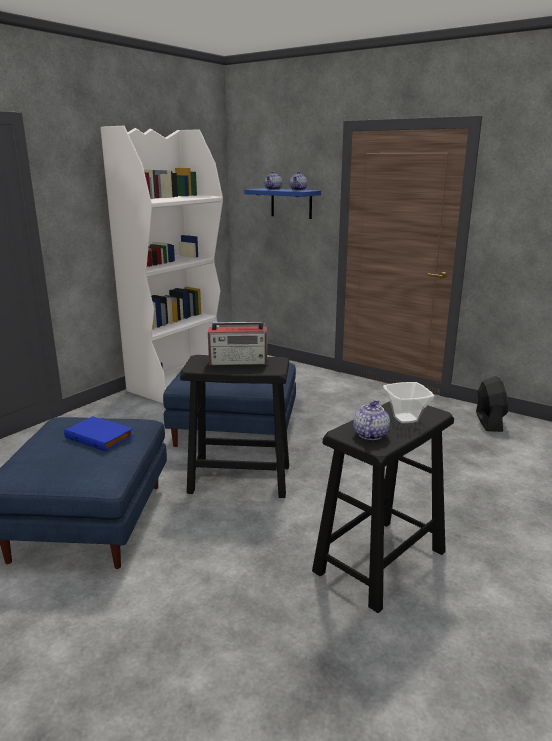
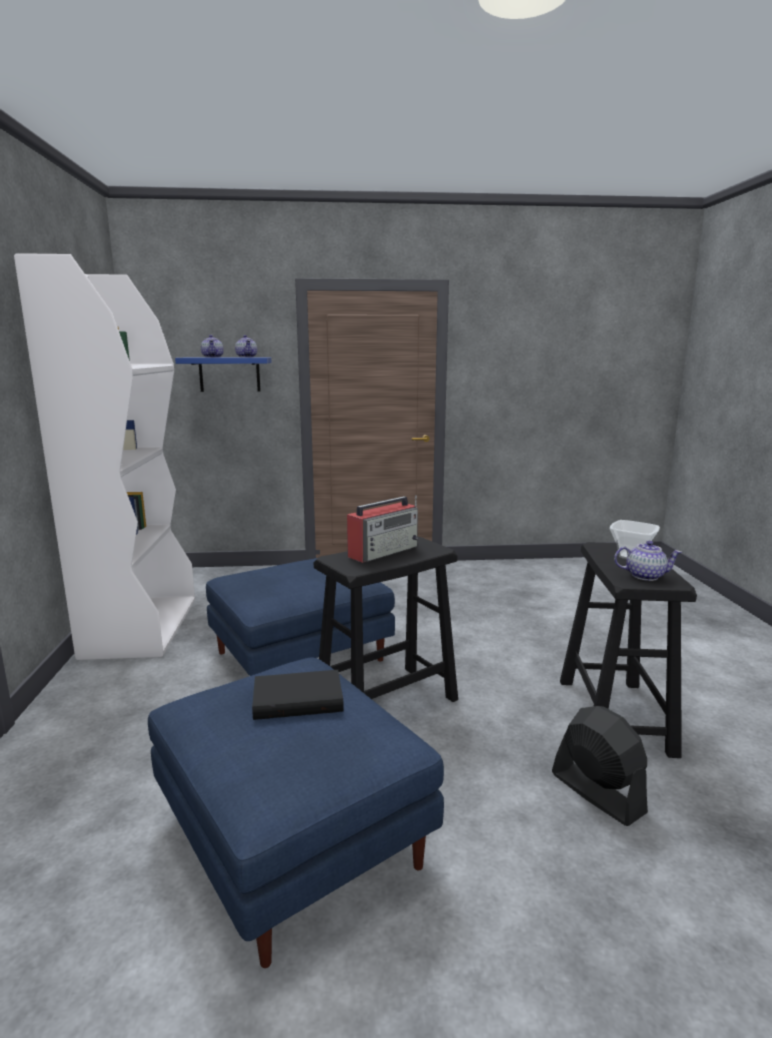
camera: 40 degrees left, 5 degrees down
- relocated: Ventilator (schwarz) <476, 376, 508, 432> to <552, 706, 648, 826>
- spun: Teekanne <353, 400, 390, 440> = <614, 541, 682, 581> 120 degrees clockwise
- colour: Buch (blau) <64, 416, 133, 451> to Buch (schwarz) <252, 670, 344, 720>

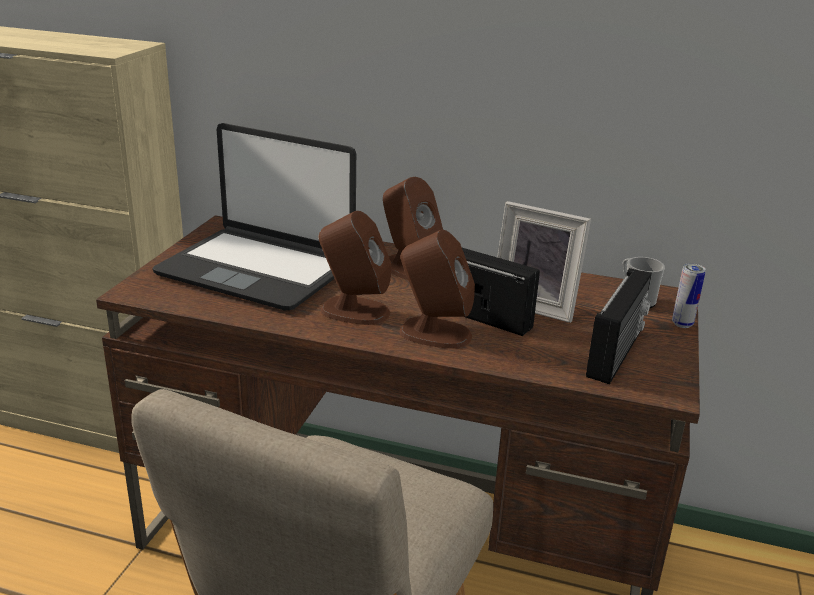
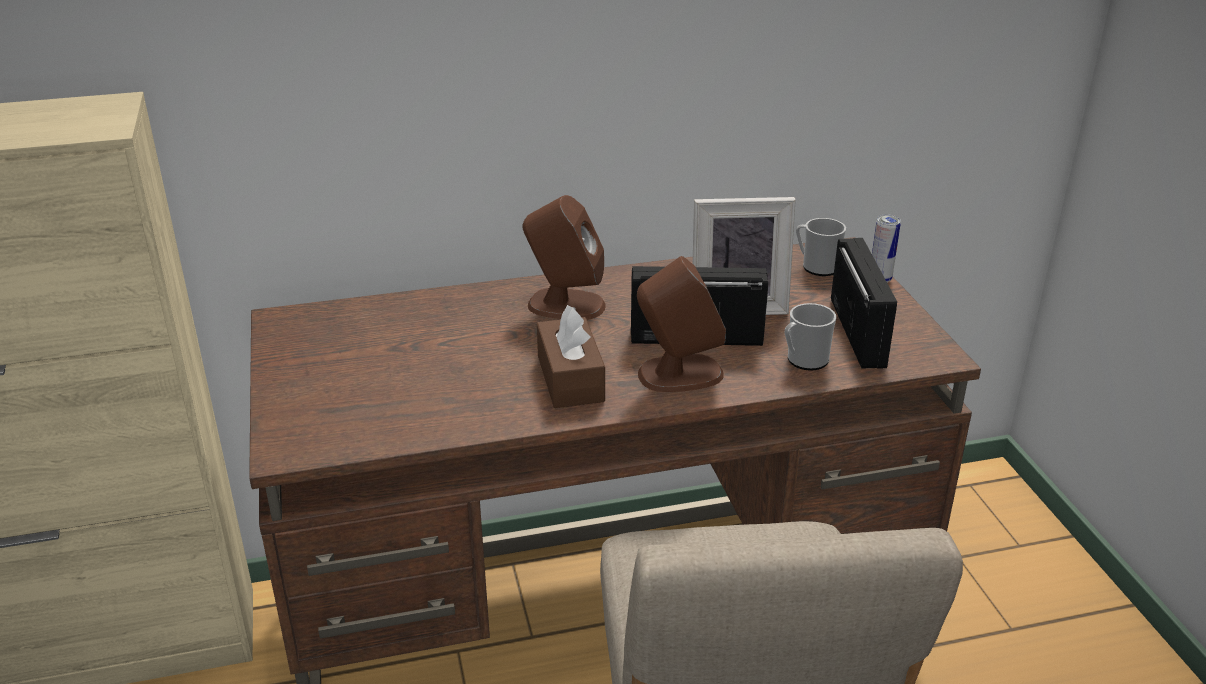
camera: 30 degrees left, 5 degrees up
- missing: Laptop <152, 123, 356, 310>
- exchanged: Lautsprecher (braun) <319, 211, 391, 325> to Taschentuchbox (braun) <537, 305, 605, 408>
- appeared: Henkelbecher <785, 303, 836, 371>

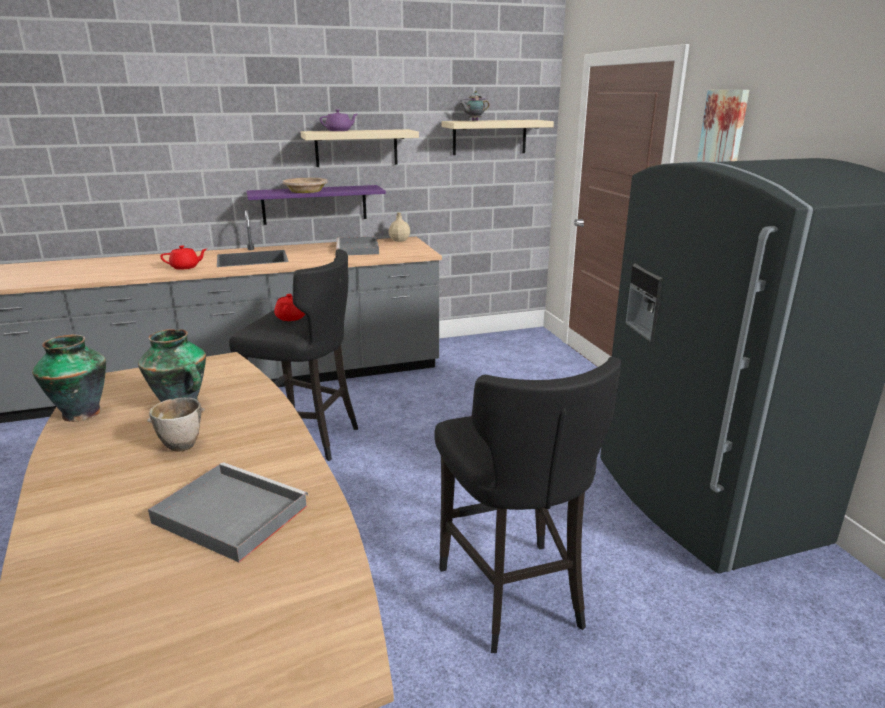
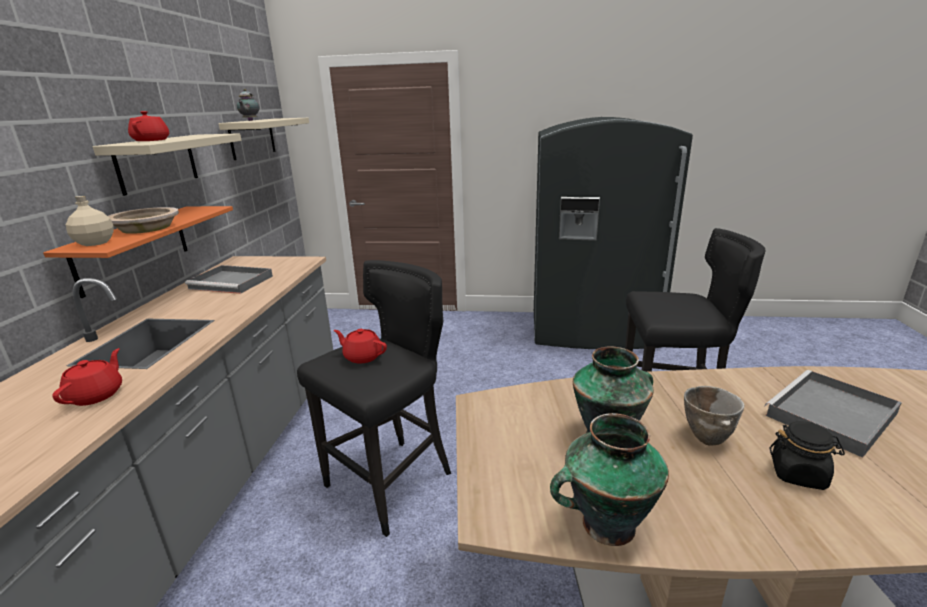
camera: 65 degrees left, 0 degrees up
- missing: Bild <697, 90, 749, 162>
- colour: Teekanne (lila) <320, 109, 357, 131> to Teekanne (rot) <128, 111, 169, 141>
- colour: Wandregal (lila) <247, 185, 386, 225> to Wandregal (orange) <43, 206, 233, 298>
- relocated: Flasche (beige) <389, 213, 410, 242> to <66, 196, 114, 246>
- appeared: Vorratsglas (schwarz) <769, 421, 845, 490>

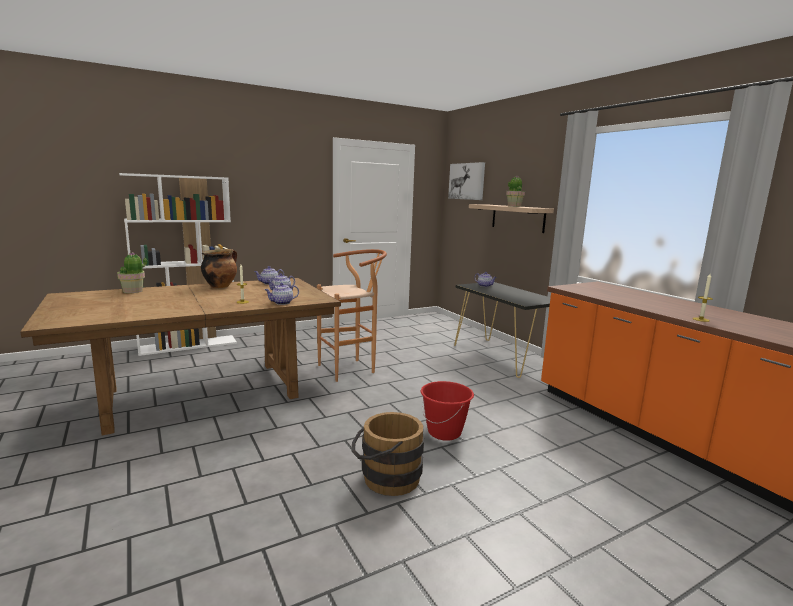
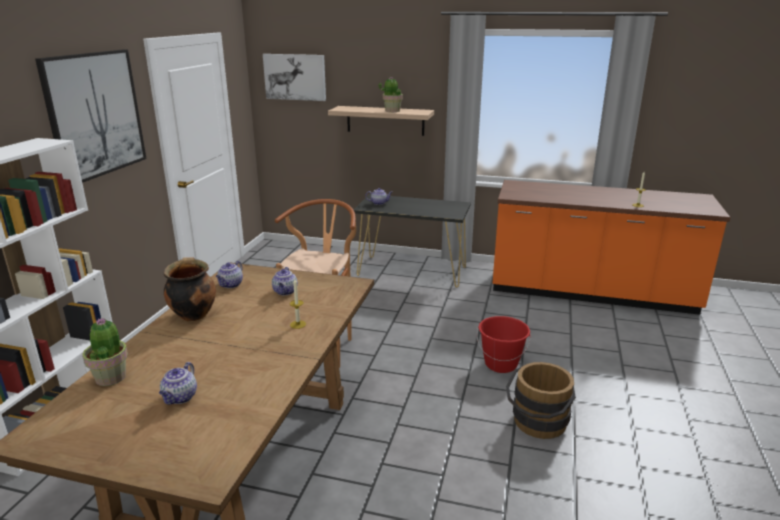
camera: 45 degrees left, 10 degrees up
- relocated: Teekanne <265, 283, 299, 305> to <159, 362, 197, 405>
- appeared: Bild <35, 49, 146, 183>

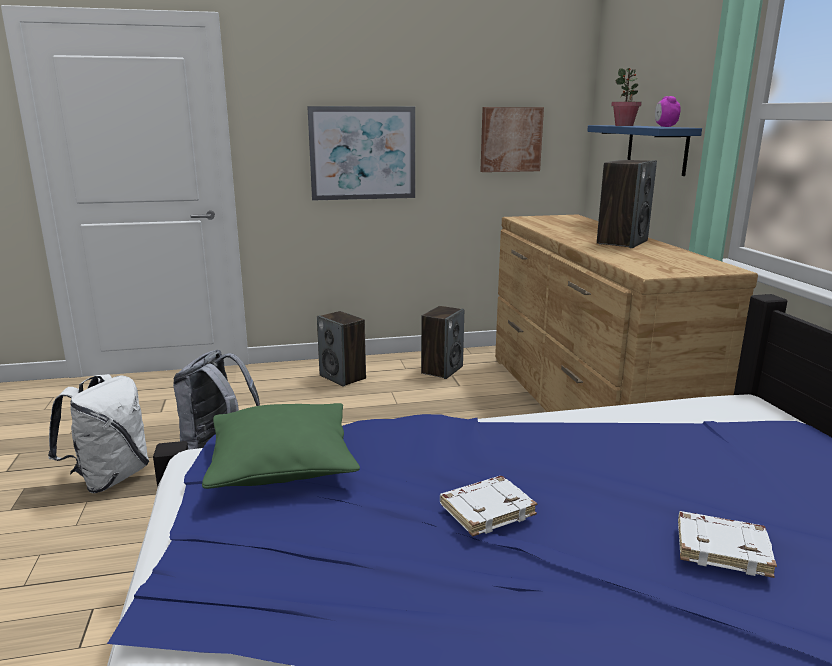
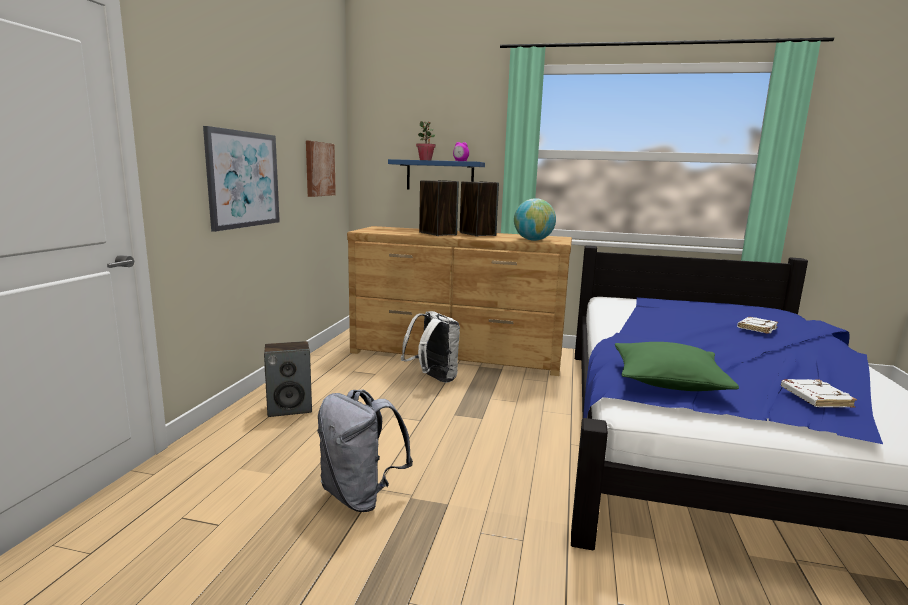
camera: 65 degrees left, 5 degrees down
- relocated: Lautsprecher <421, 306, 464, 379> to <419, 180, 459, 236>
- relocated: Rucksack (weiß) <48, 374, 149, 493> to <401, 311, 460, 383>
- relocated: Buch (weiß) <440, 476, 538, 536> to <781, 379, 857, 408>
- appeared: Globus <514, 198, 556, 241>

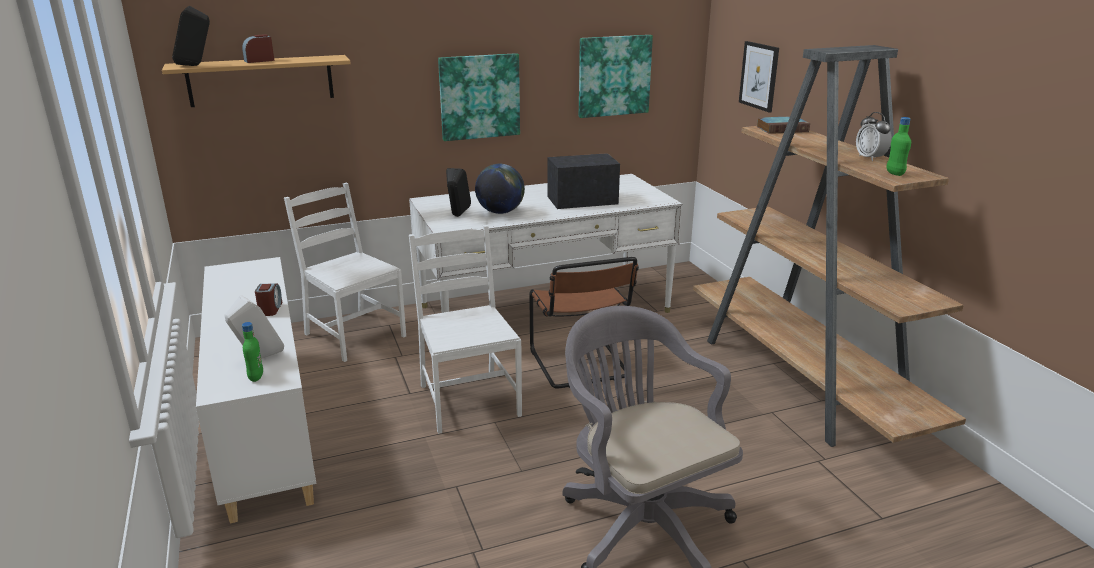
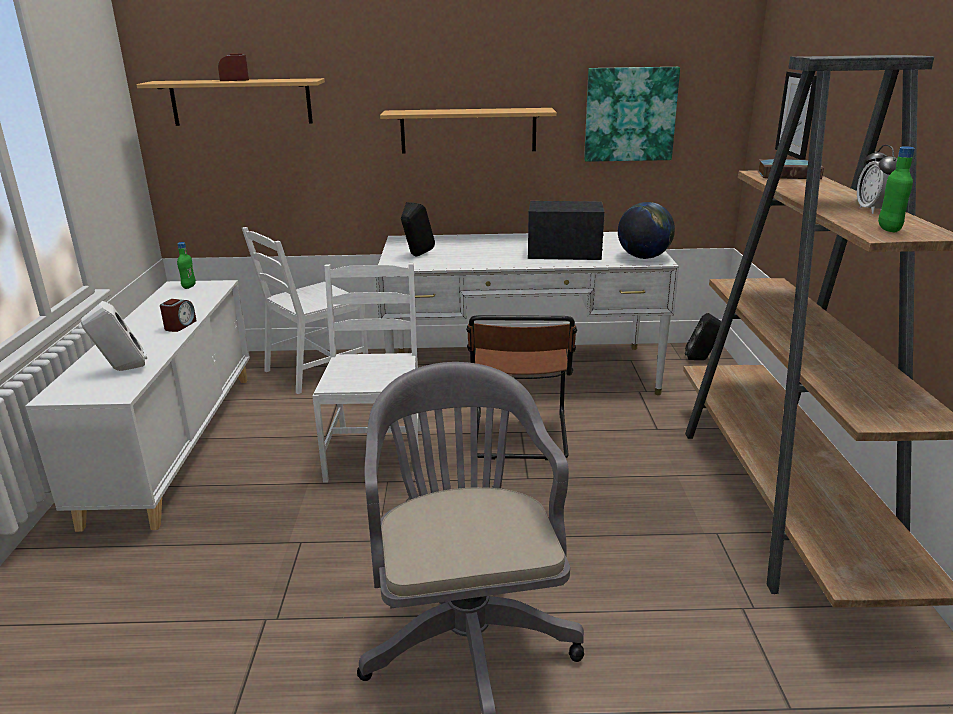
camera: 20 degrees right, 0 degrees up
- relocated: Lautsprecher (schwarz) <172, 6, 210, 66> to <685, 313, 721, 360>
- exchanged: Bild <438, 53, 520, 141> to Wandregal <380, 108, 557, 154>
- relocated: Globus <475, 164, 525, 214> to <617, 202, 675, 259>
- spun: Stuhl (weiß) <284, 183, 406, 362> = <242, 227, 368, 394> 105 degrees counterclockwise
- relocated: Flasche (grün) <242, 322, 263, 382> to <177, 242, 196, 289>

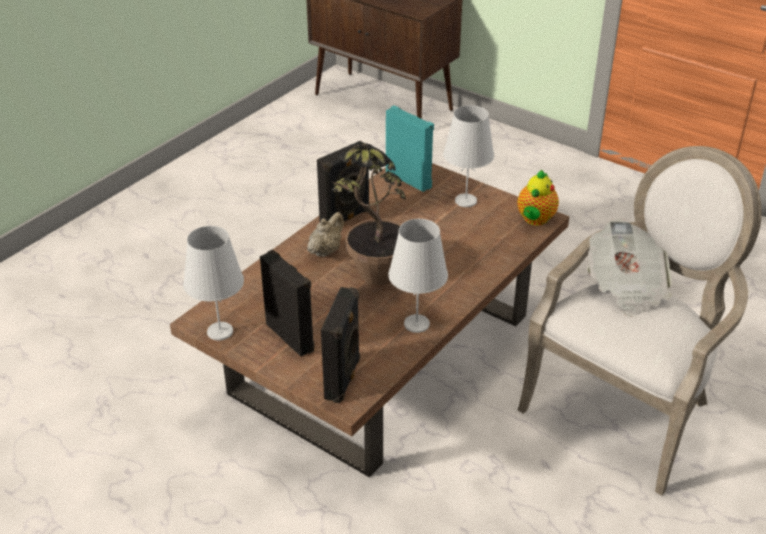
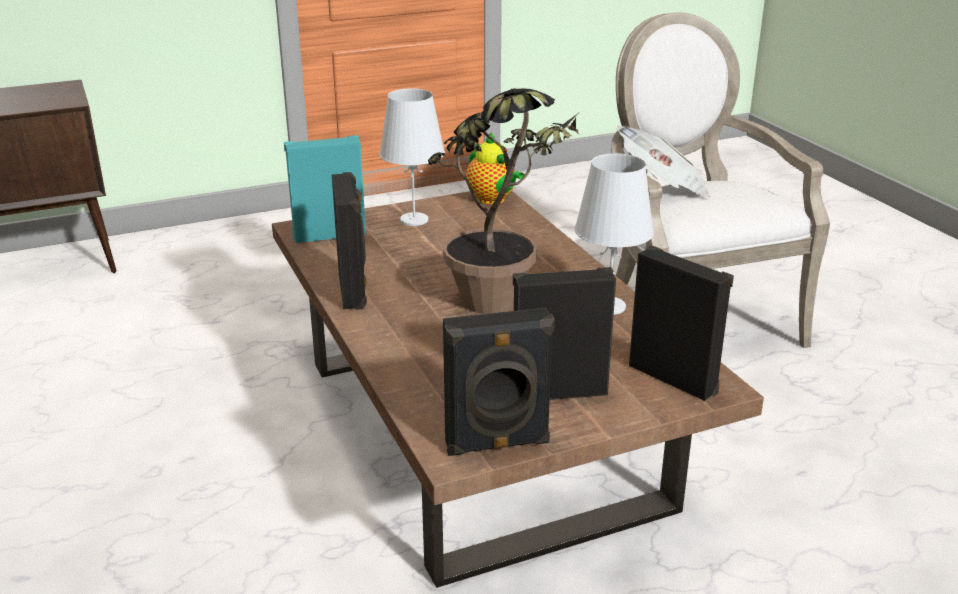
camera: 60 degrees left, 10 degrees down
- missing: Teekanne (beige) <307, 212, 344, 258>
- exchanged: Tischlampe (weiß) <183, 226, 244, 341> to Lautsprecher (schwarz) <443, 308, 554, 456>

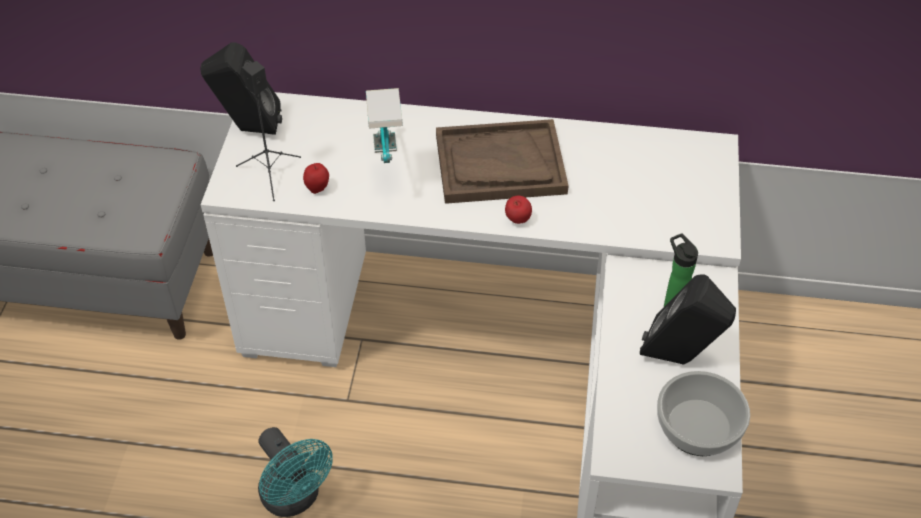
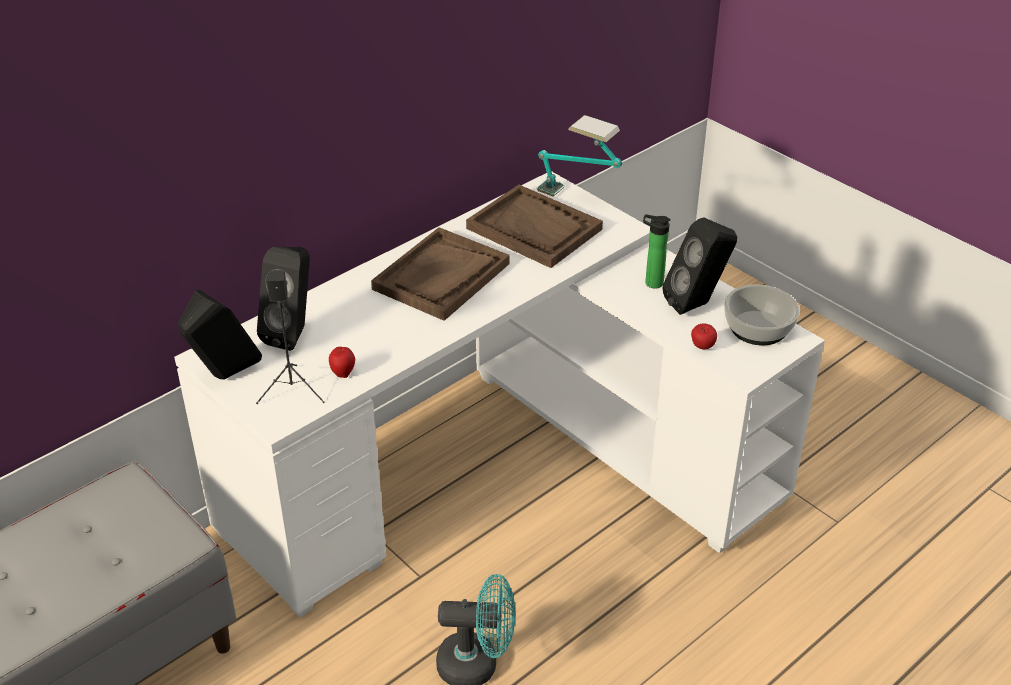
camera: 50 degrees left, 10 degrees down
- relocated: Tischlampe <366, 88, 403, 163> to <537, 115, 622, 197>
- relocated: Apfel <505, 196, 532, 224> to <691, 323, 717, 349>
- appeared: Tablett (braun) <466, 185, 603, 268>
- appeared: Lautsprecher (schwarz) <257, 247, 310, 351>

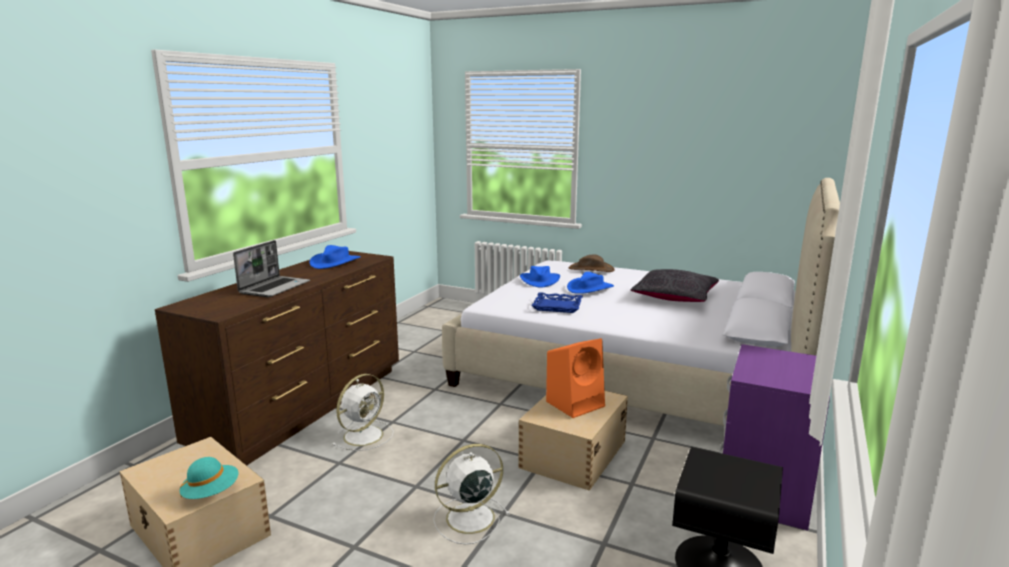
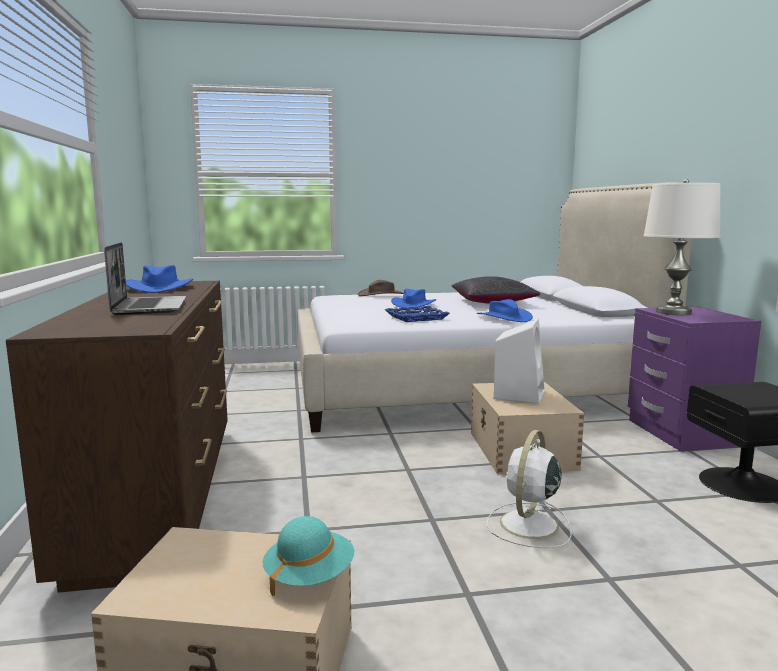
camera: 35 degrees left, 5 degrees down
- relocated: Hut (blau) <520, 266, 560, 287> to <476, 299, 533, 322>
- colour: Lautsprecher (orange) <546, 338, 605, 418> to Lautsprecher (weiß) <494, 319, 545, 404>
- missing: Ventilator (weiß) <332, 374, 394, 451>
- appeared: Tischlampe (weiß) <644, 179, 721, 315>

